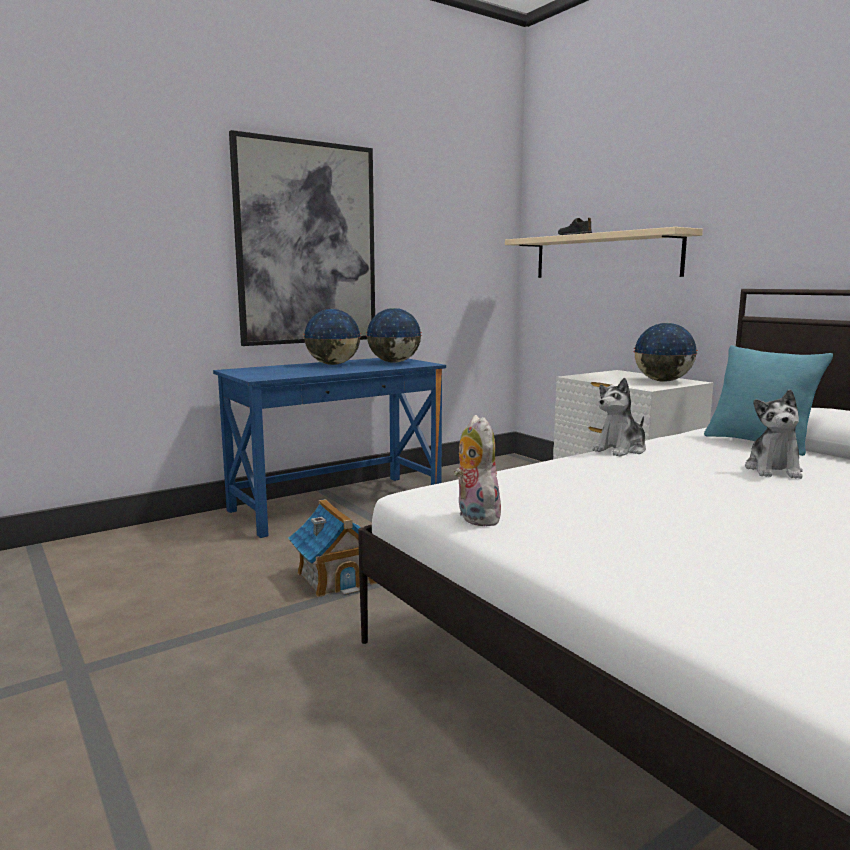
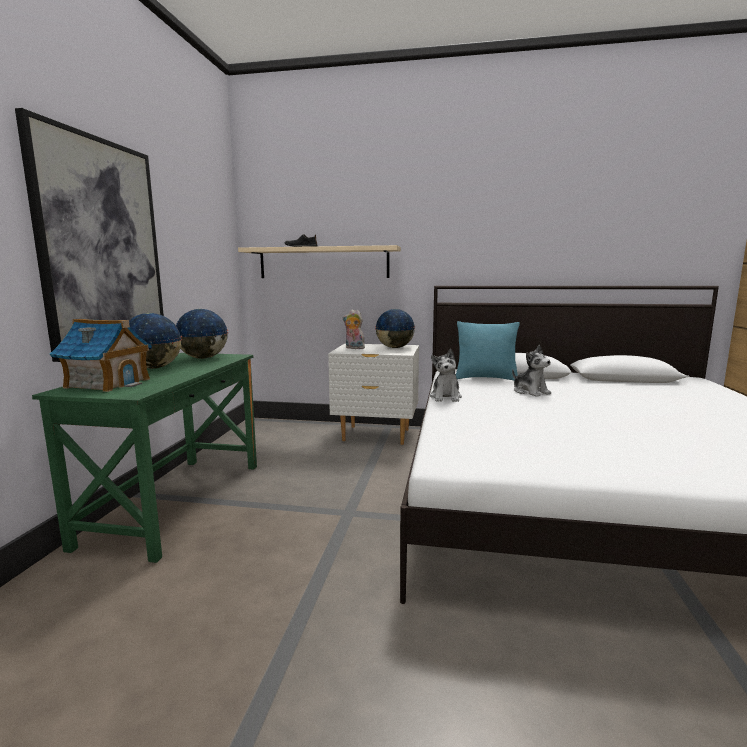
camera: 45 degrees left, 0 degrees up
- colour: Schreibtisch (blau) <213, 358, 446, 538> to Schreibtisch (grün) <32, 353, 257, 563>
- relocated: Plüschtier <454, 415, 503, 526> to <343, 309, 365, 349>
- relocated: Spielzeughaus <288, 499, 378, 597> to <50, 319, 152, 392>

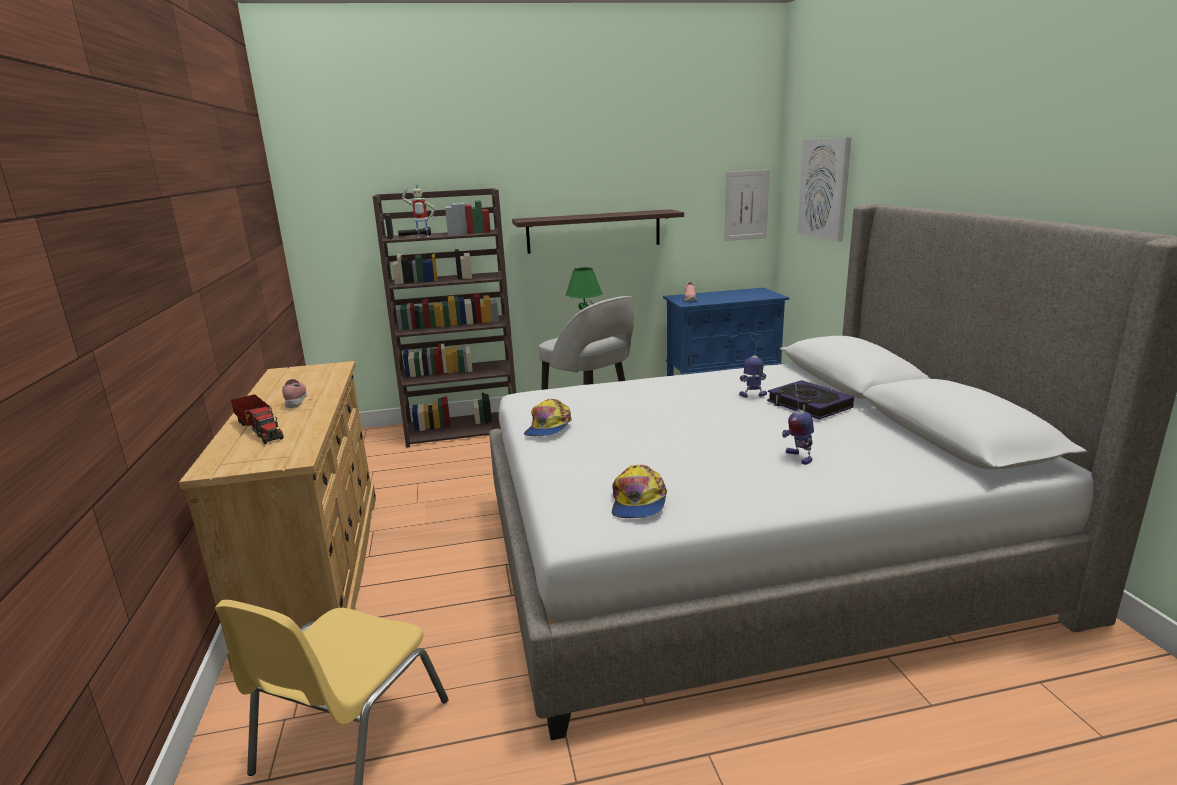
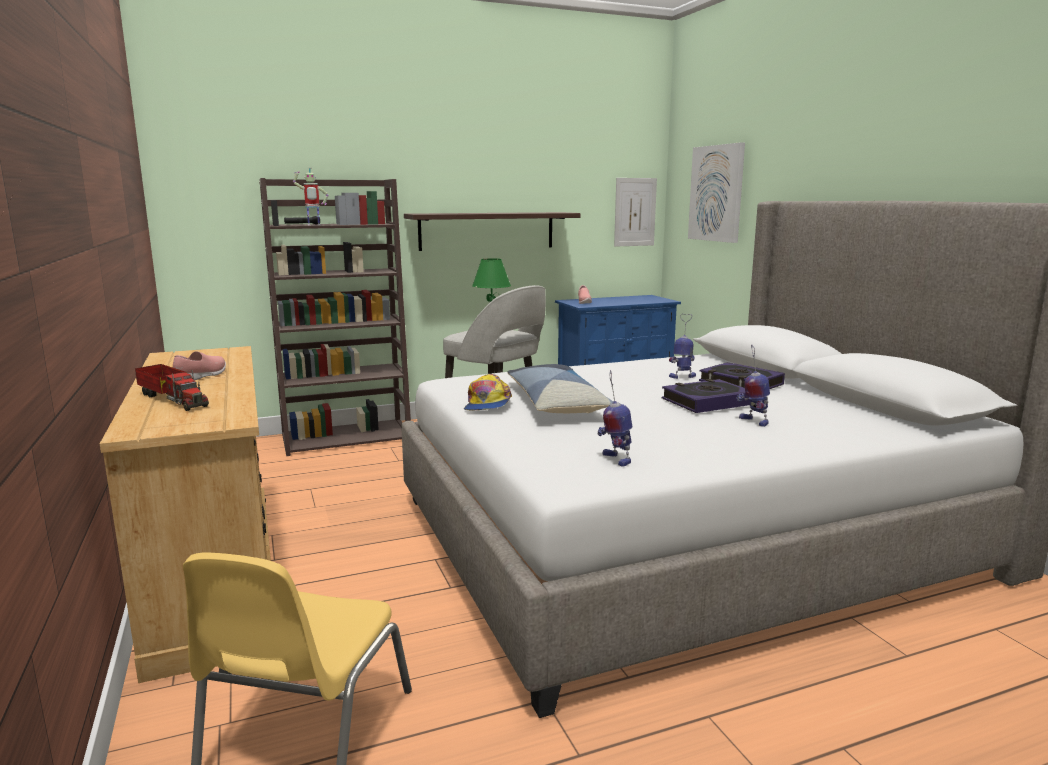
camera: 10 degrees left, 5 degrees down
- spun: Schuh (rosa) <282, 379, 307, 408> = <173, 351, 226, 381> 45 degrees clockwise
- exchanged: Kappe <612, 465, 667, 518> to Spielzeugroboter <597, 370, 632, 467>
- appeared: Kissen <507, 364, 613, 413>
- appeared: Buch <662, 379, 750, 413>

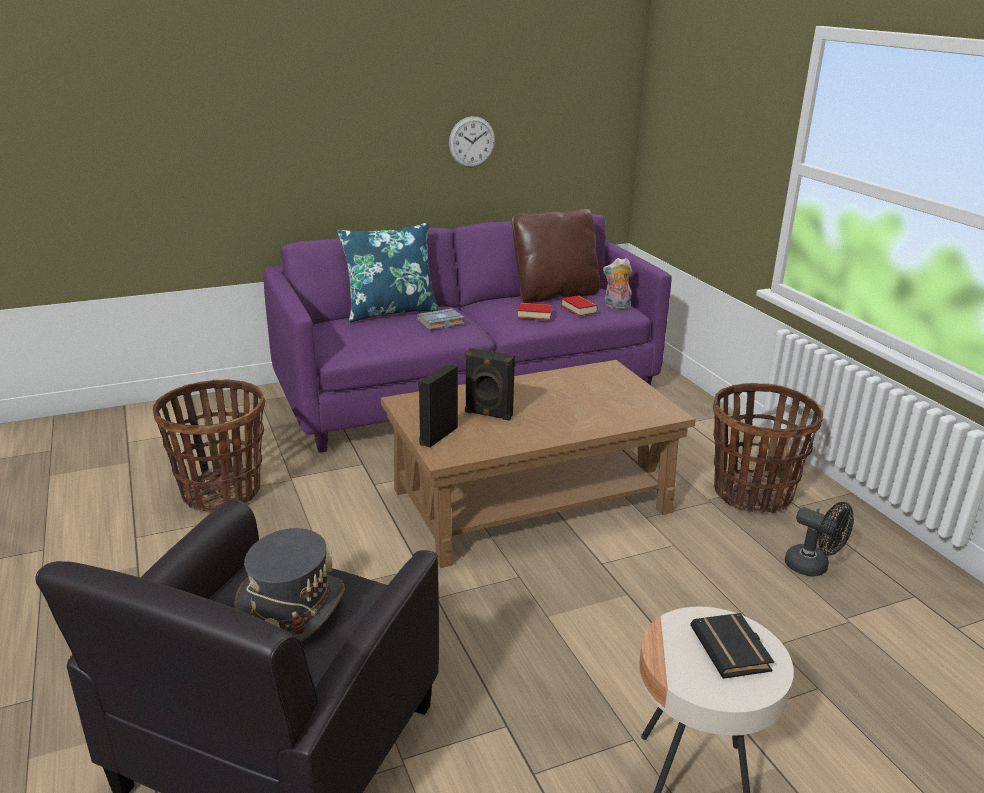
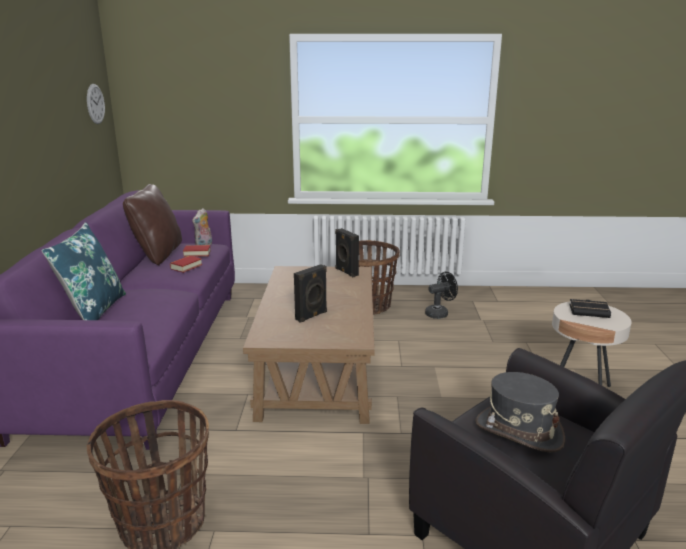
camera: 65 degrees left, 5 degrees down
- relocated: Wanduhr <449, 116, 495, 168> to <87, 84, 105, 124>
- missing: Buch (grau) <417, 308, 464, 330>
- relocated: Lautsprecher (schwarz) <418, 363, 458, 447> to <335, 228, 359, 277>

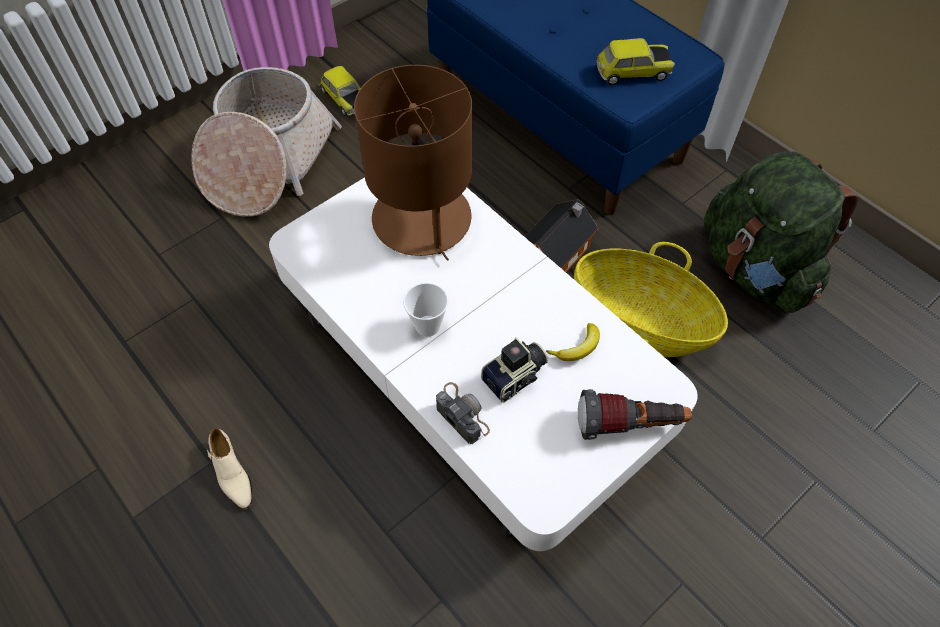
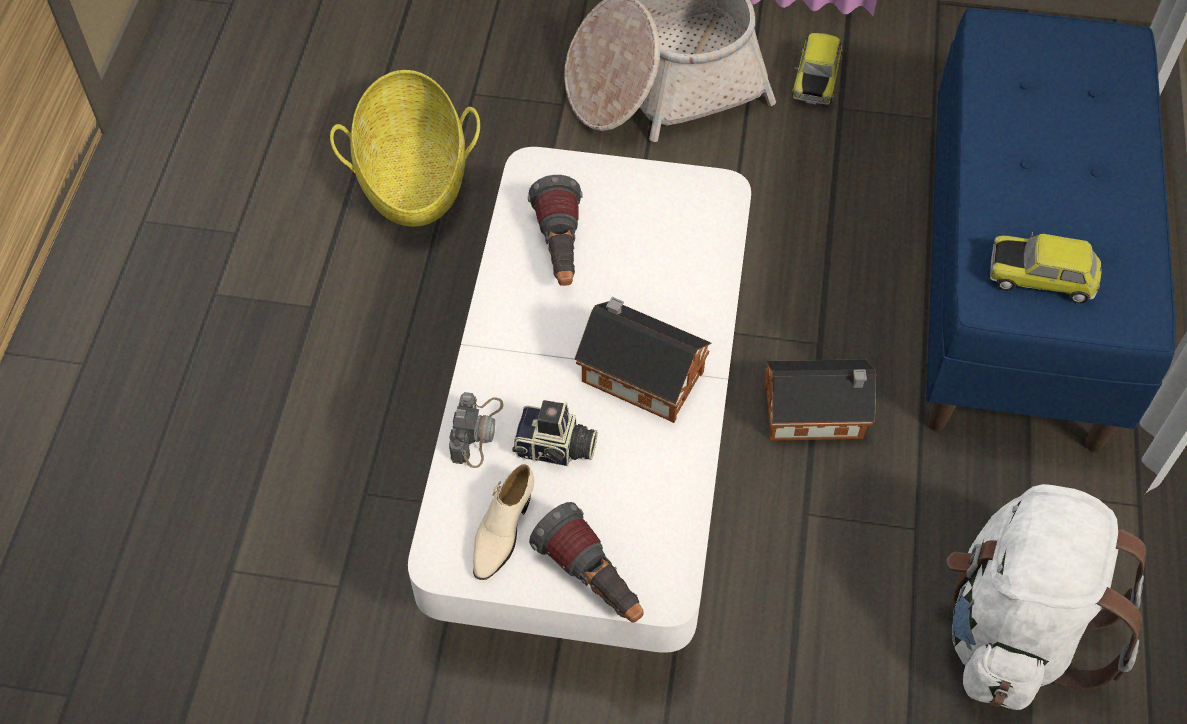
camera: 50 degrees right, 0 degrees up
- spun: Spielzeugauto <596, 38, 675, 85> = <990, 232, 1101, 304> 150 degrees clockwise
- missing: Tischlampe (braun) <354, 65, 472, 261>
- colour: Rucksack (grün) <704, 151, 858, 313> to Rucksack (weiß) <947, 484, 1146, 710>
- relocated: Korb <574, 242, 728, 357> to <330, 70, 480, 227>
- missing: Tasse <403, 283, 448, 337>
- missing: Banane <546, 323, 600, 361>
- relocated: Schuh (beige) <207, 428, 252, 510> to <473, 464, 534, 580>
- appeared: Taschenlampe <528, 175, 583, 286>
- appeared: Spielzeughaus <574, 297, 711, 423>

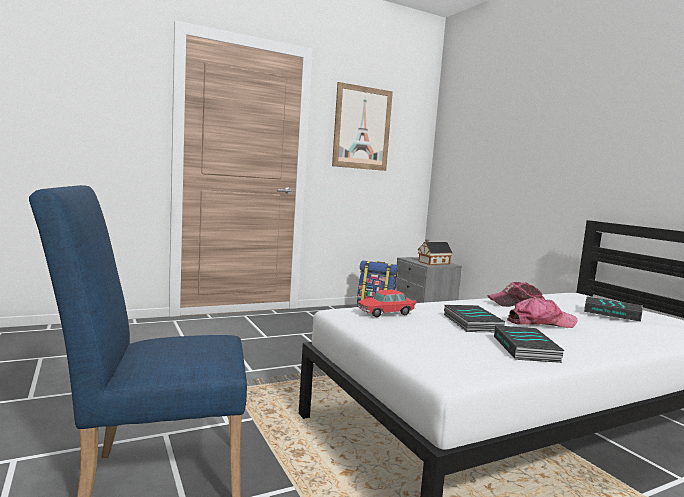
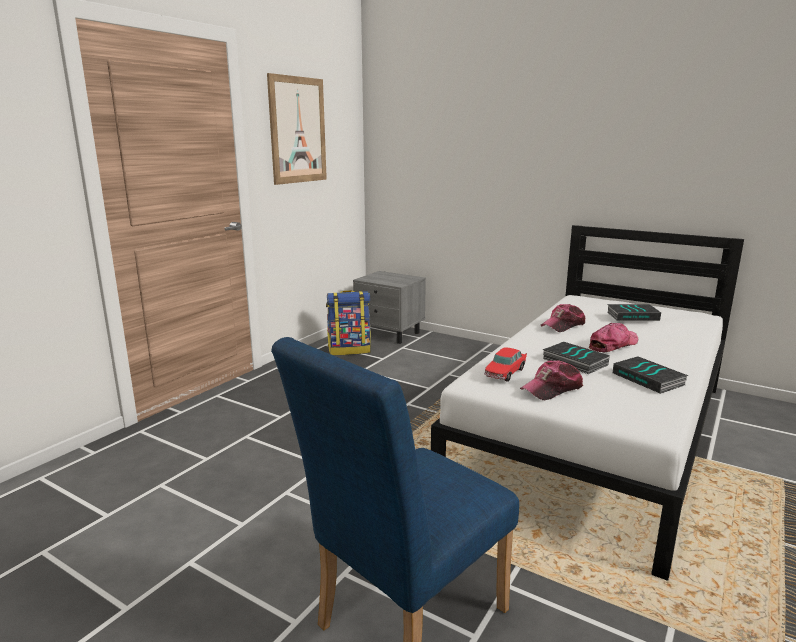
camera: 30 degrees left, 10 degrees up
- missing: Spielzeughaus <418, 239, 453, 265>
- appeared: Kappe <520, 361, 583, 400>

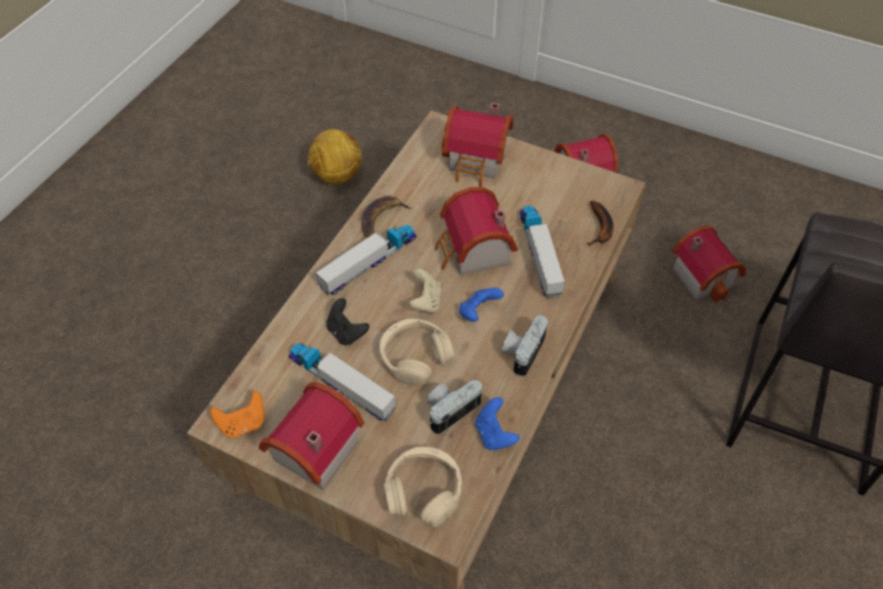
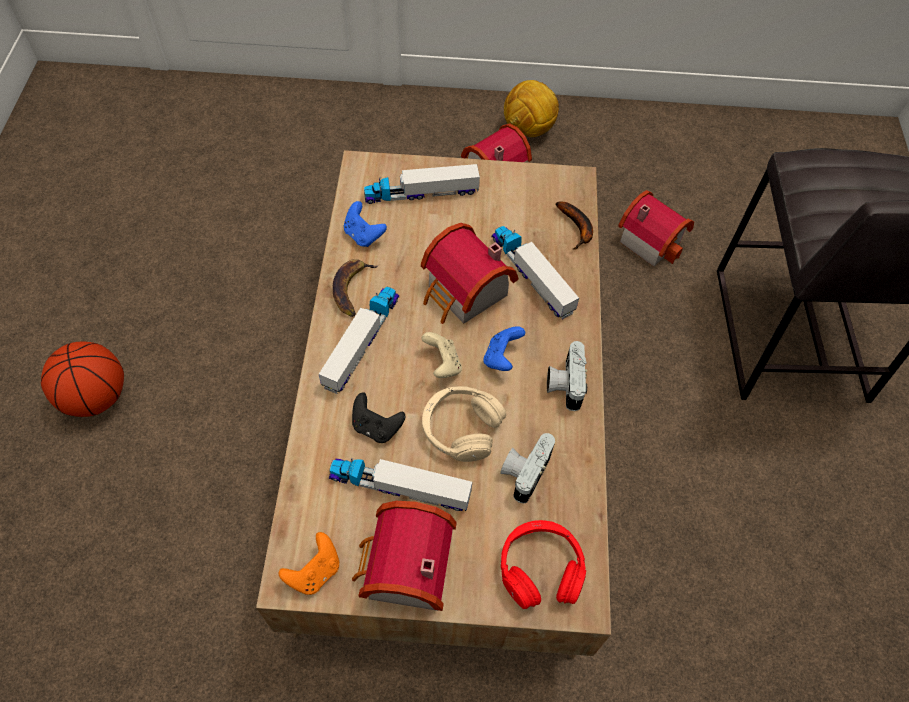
camera: 25 degrees left, 5 degrees up
- exchanged: Spielzeughaus <442, 103, 513, 187> to Spielzeuglaster <364, 164, 480, 204>
- relocated: Fußball <307, 129, 362, 184> to <504, 80, 559, 137>
- relocated: Gamepad (blau) <476, 397, 520, 450> to <344, 201, 387, 247>
- colour: Kopfhörer (beige) <384, 447, 462, 527> to Kopfhörer (rot) <501, 520, 586, 609>
- appeared: Basketball <41, 341, 124, 417>

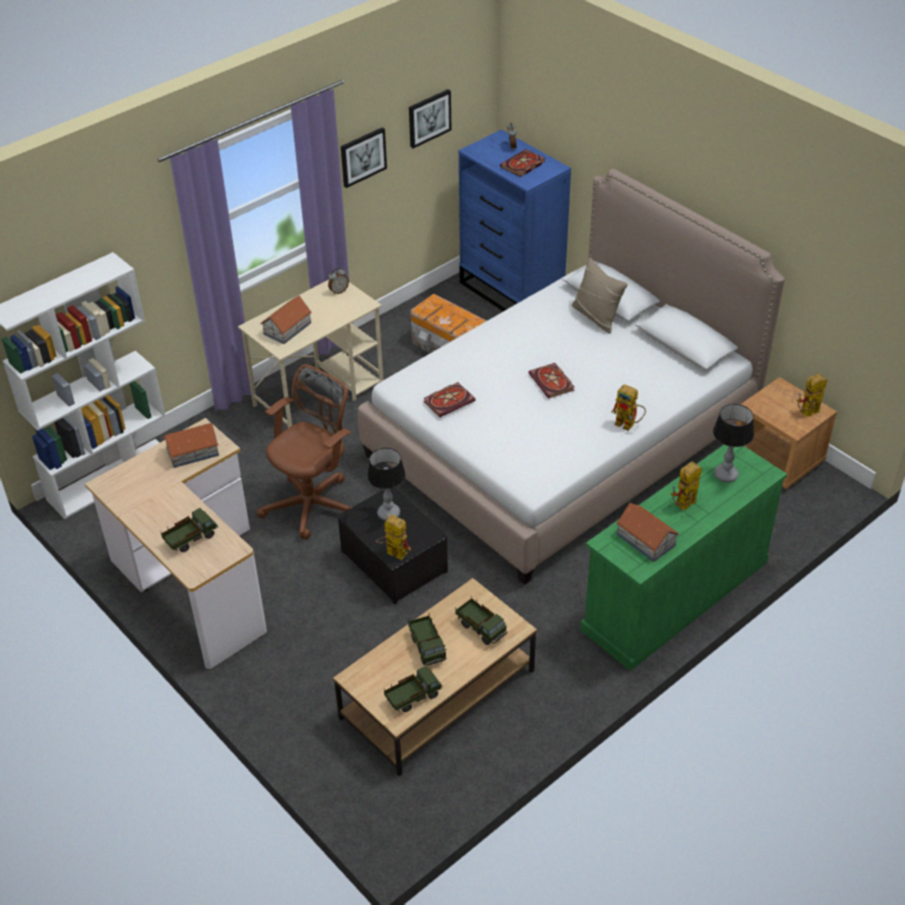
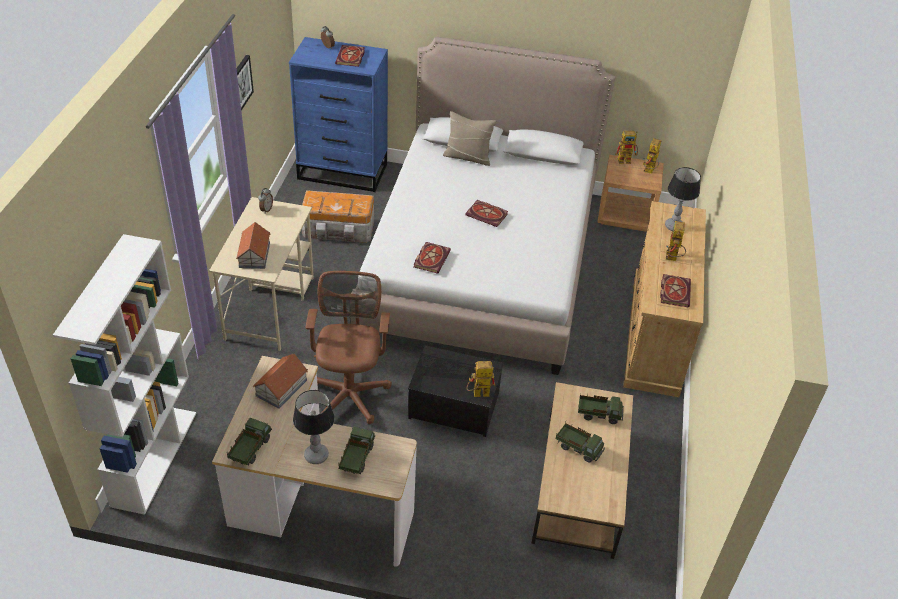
camera: 40 degrees left, 0 degrees up
- missing: Bild <409, 89, 452, 148>
- relocated: Spielzeugroboter <611, 384, 646, 431> to <615, 131, 638, 164>
- colour: Kommode (grün) <580, 445, 787, 671> to Kommode (beige) <623, 201, 706, 397>
- relocated: Tischlampe <367, 448, 406, 521> to <293, 390, 335, 464>
- exchanged: Spielzeughaus <616, 503, 680, 562> to Buch <660, 274, 691, 307>
- relocated: Spielzeuglaster <384, 666, 443, 712> to <227, 418, 272, 465>

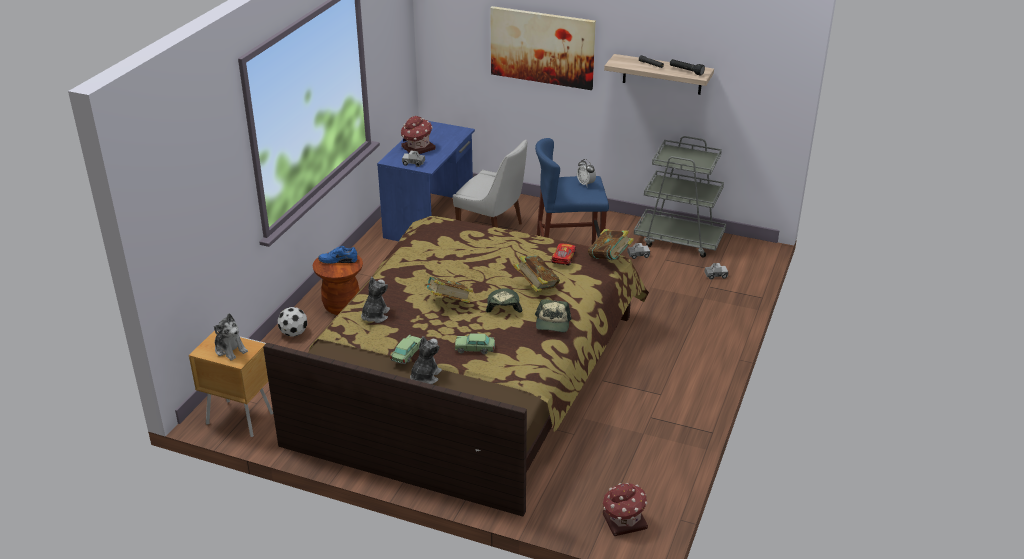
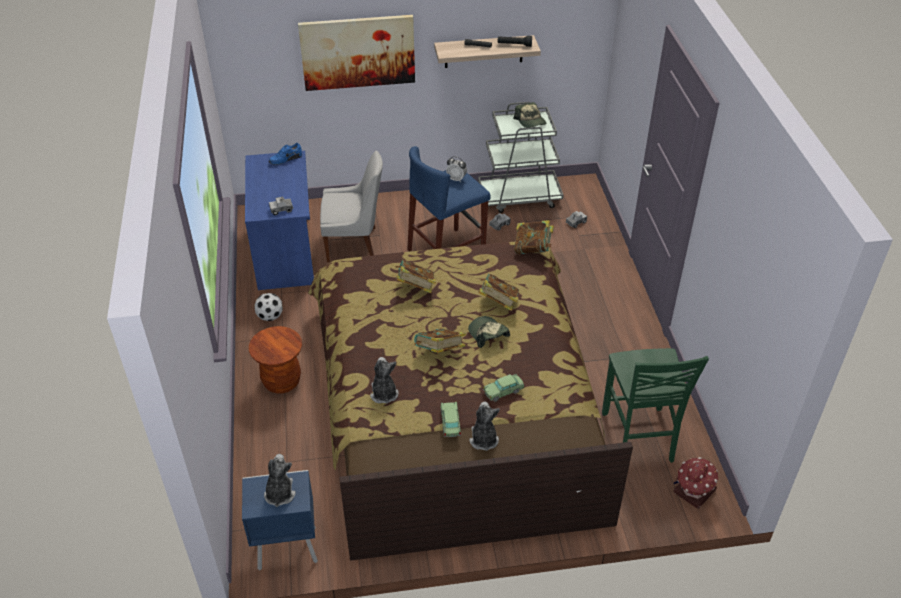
camera: 30 degrees left, 10 degrees up
- missing: Spielzeughaus <401, 116, 436, 154>
- missing: Spielzeugauto <552, 243, 576, 266>
- relocated: Schuh (blau) <318, 246, 357, 264> to <269, 143, 302, 165>
- relocated: Kappe <535, 299, 572, 332> to <513, 102, 547, 128>
- relocated: Fußball <278, 307, 307, 337> to <254, 293, 283, 321>
- spun: Plüschtier <214, 313, 248, 361> = <264, 454, 296, 507> 105 degrees counterclockwise
- colour: Nachttisch (braun) <189, 331, 273, 437> to Nachttisch (blau) <242, 470, 318, 570>
- appeared: Buch <396, 260, 436, 293>
- appeared: Stuhl (grün) <602, 348, 709, 463>

